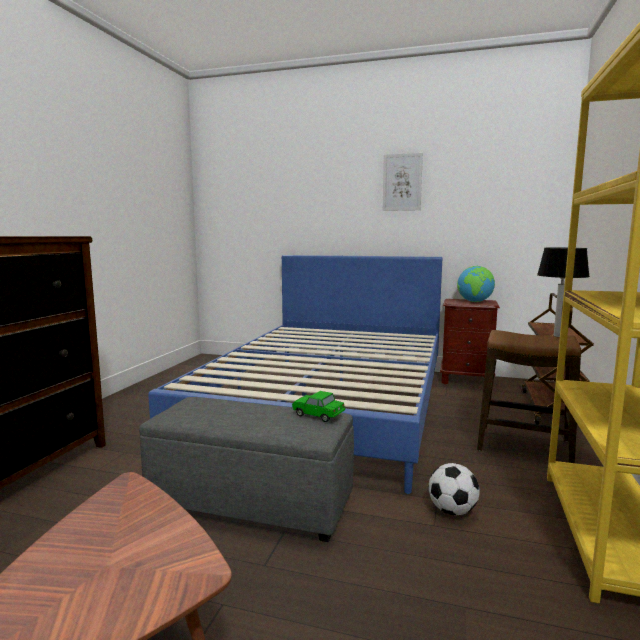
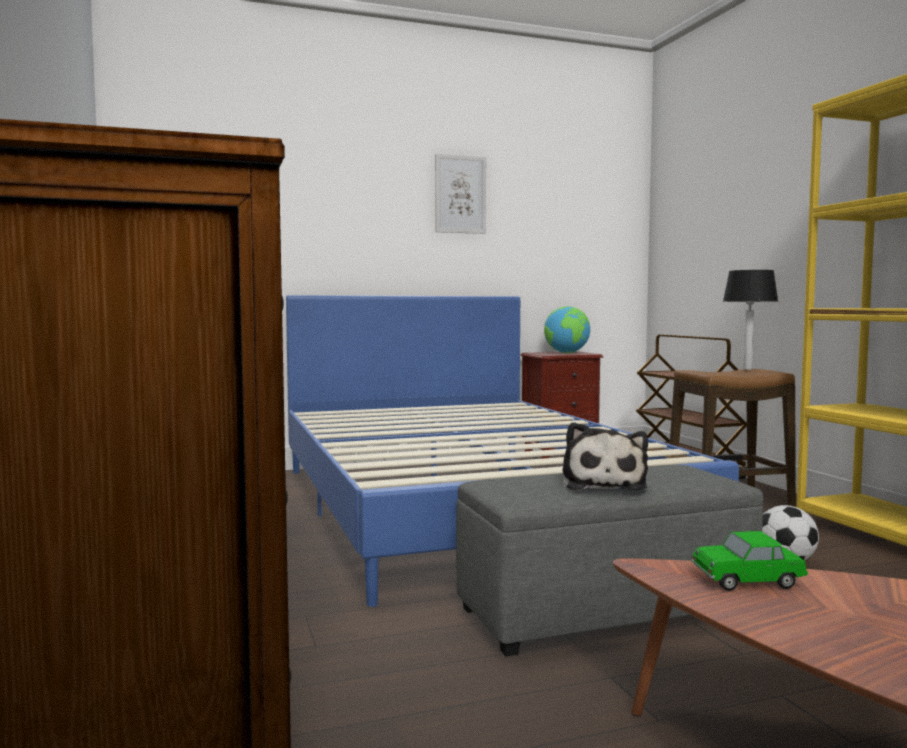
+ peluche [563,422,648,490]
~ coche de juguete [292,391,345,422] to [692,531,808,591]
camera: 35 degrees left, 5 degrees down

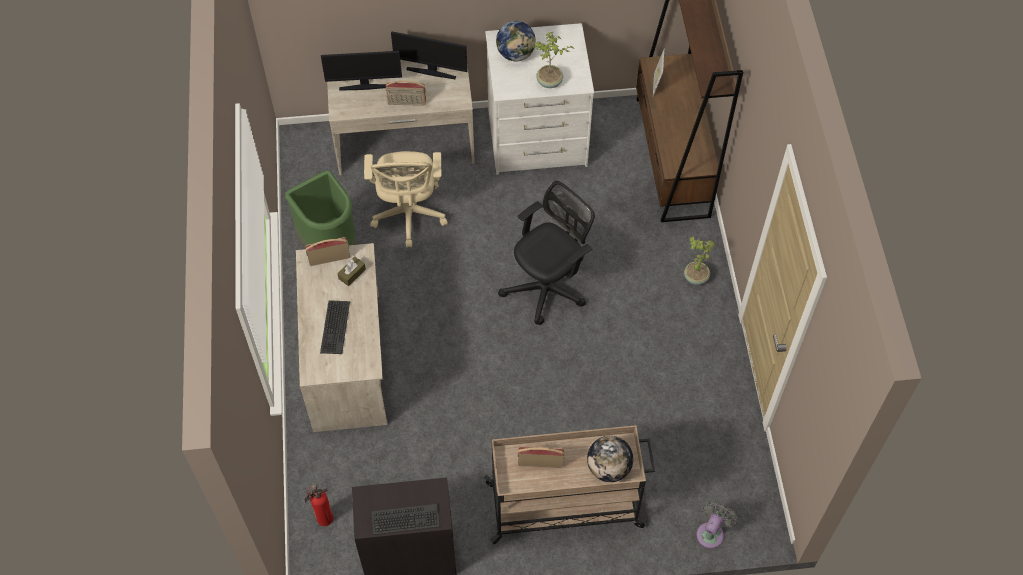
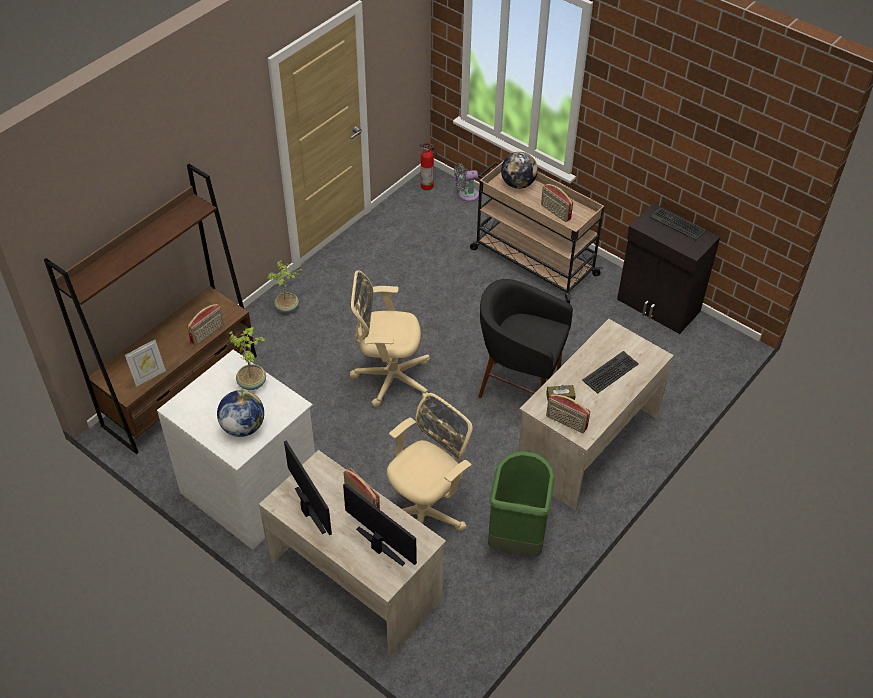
+ radio [187,304,224,345]
~ silla de oficina [negro] [498,181,595,325] to silla de oficina [beis] [350,270,430,407]
~ extintor [305,484,333,526] to [419,143,437,190]
+ taburete [negro] [478,279,573,398]
camera: 135 degrees left, 10 degrees down

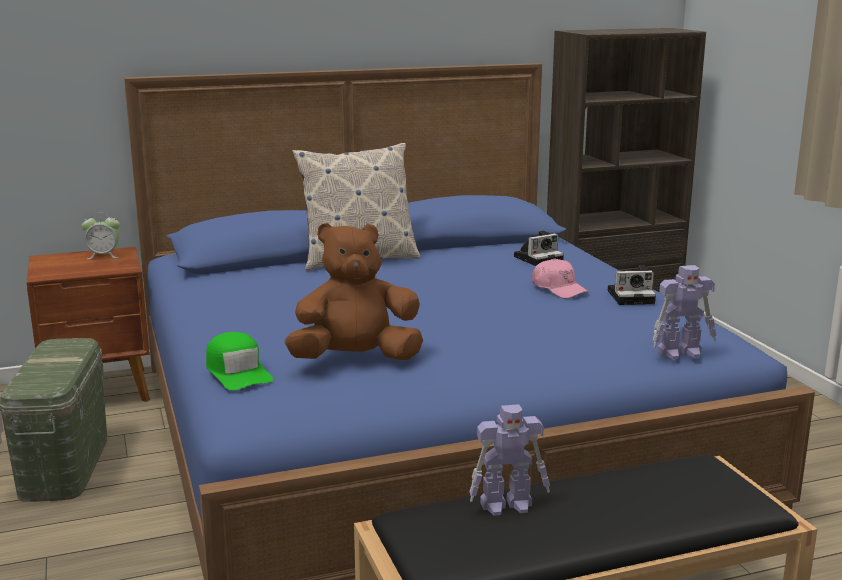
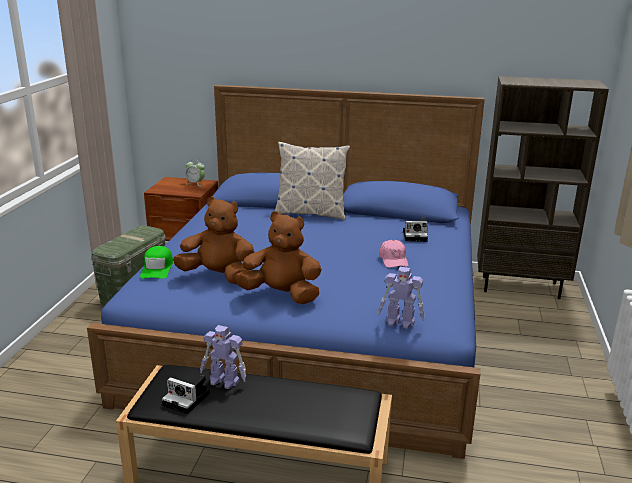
~ cámara [608,266,656,305] to [162,375,210,414]
+ peluche [marrón] [235,211,322,304]
camera: 30 degrees right, 5 degrees up

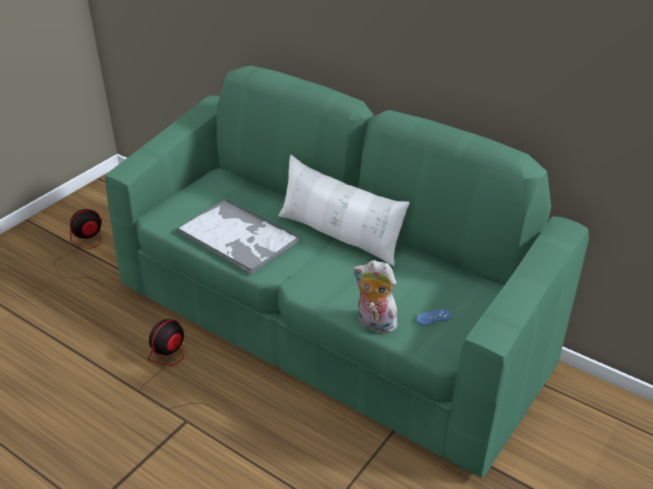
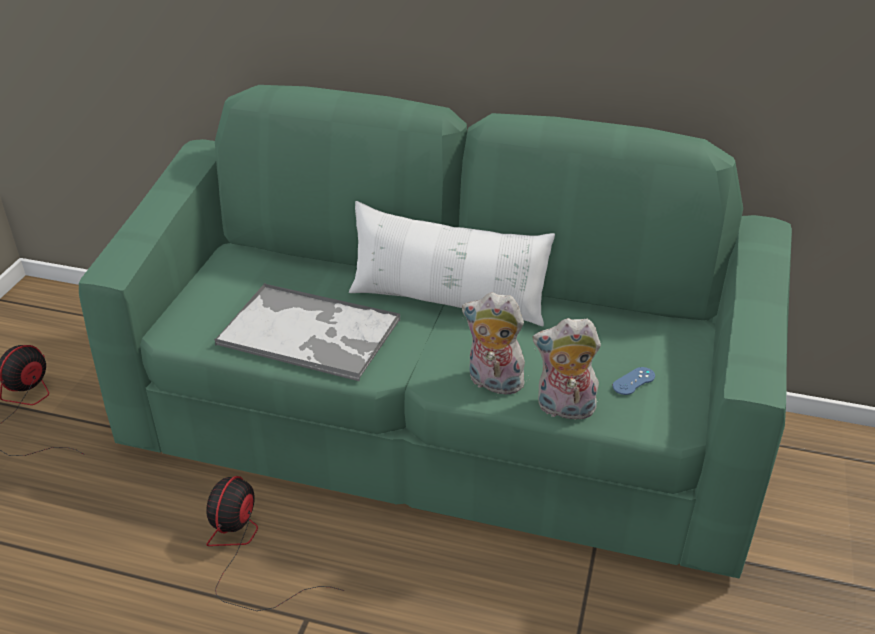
+ peluche [462,292,527,395]
camera: 20 degrees left, 0 degrees up

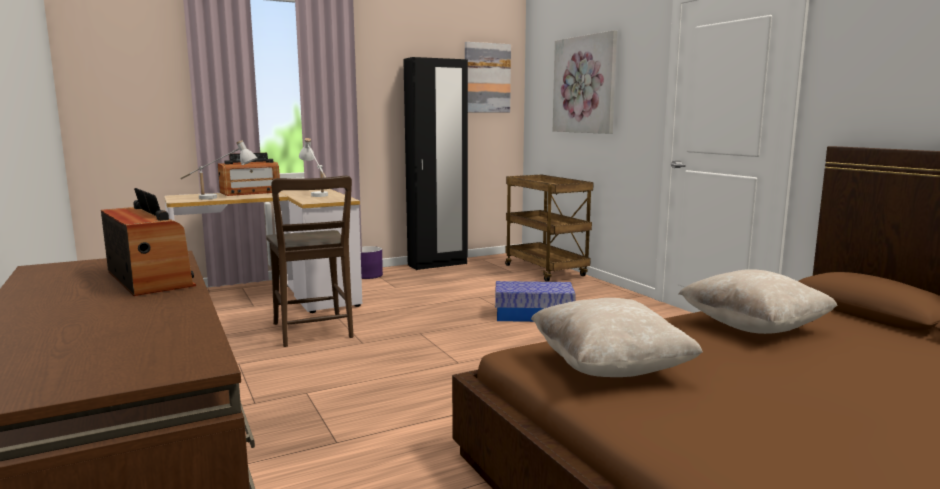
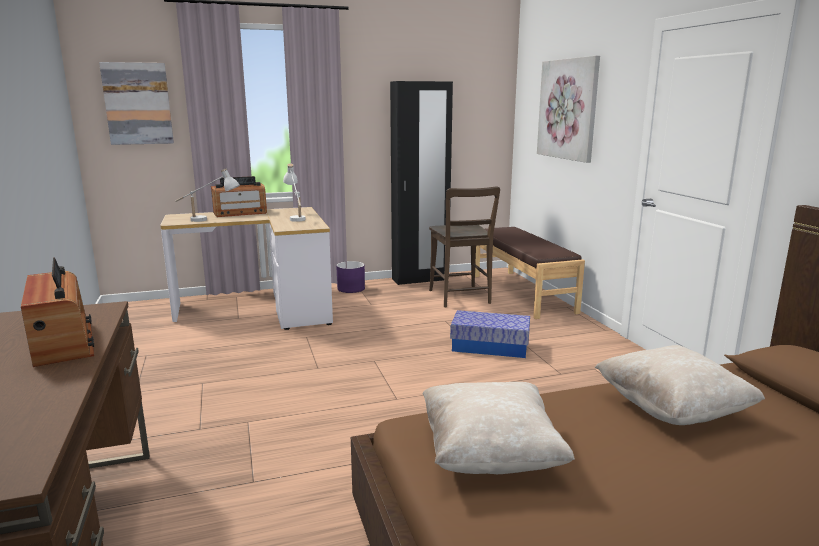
~ cuadro [465,42,511,112] to [99,62,174,145]
~ silla [marrón] [266,176,353,347] to [429,186,500,307]
~ carrito [marrón] [505,175,594,281] to banco [marrón] [475,227,585,319]
camera: 10 degrees right, 5 degrees up

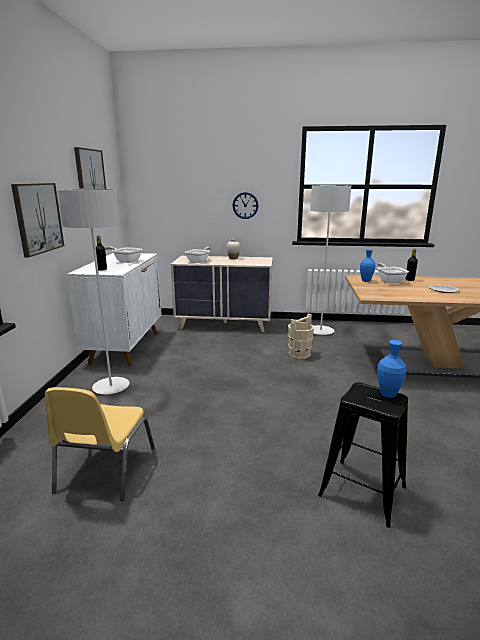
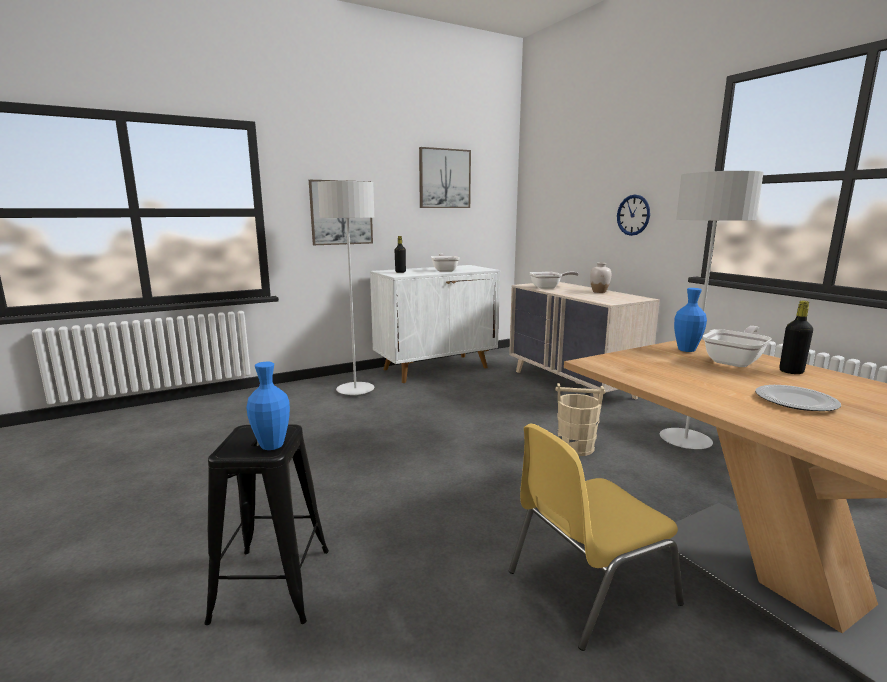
~ silla [amarillo] [45,387,155,501] to [509,424,684,651]
camera: 55 degrees right, 5 degrees down

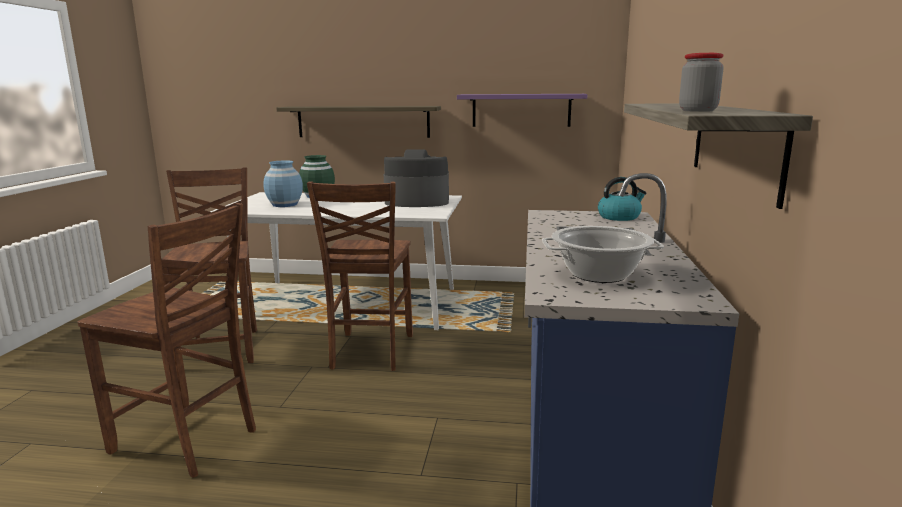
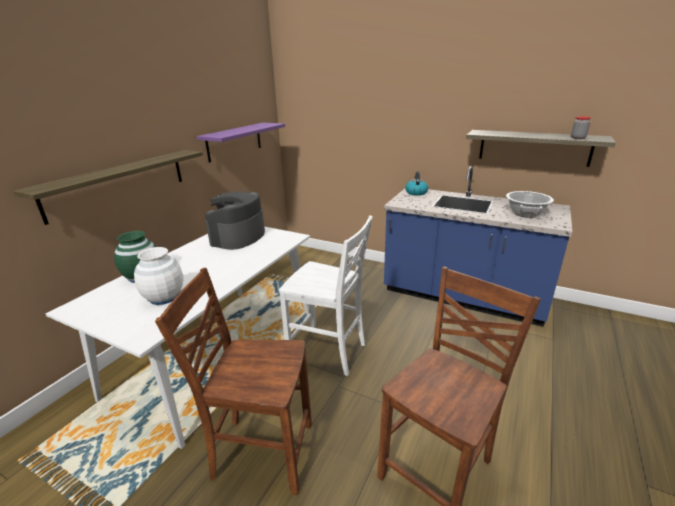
~ florero [azul] [263,160,303,207] to florero [blanco] [134,247,183,305]
~ silla [marrón] [307,181,413,371] to silla [blanco] [279,215,373,376]
camera: 70 degrees left, 10 degrees up

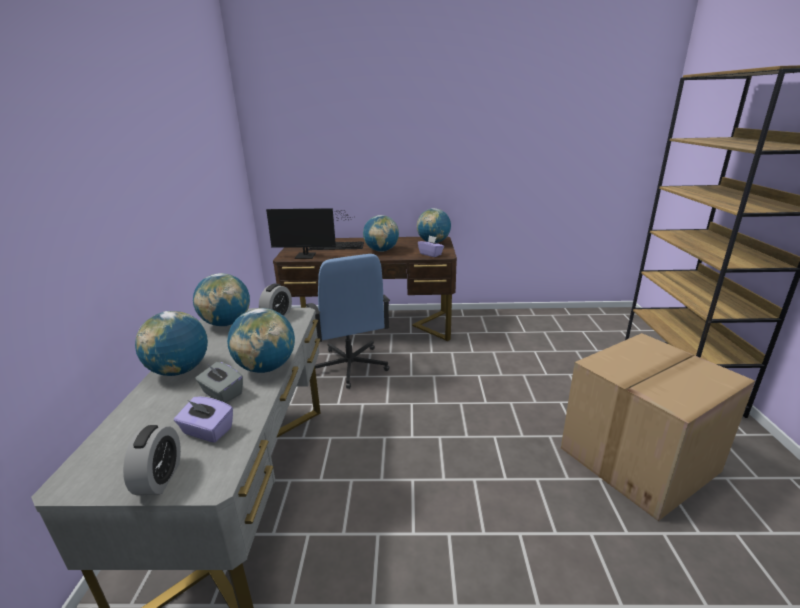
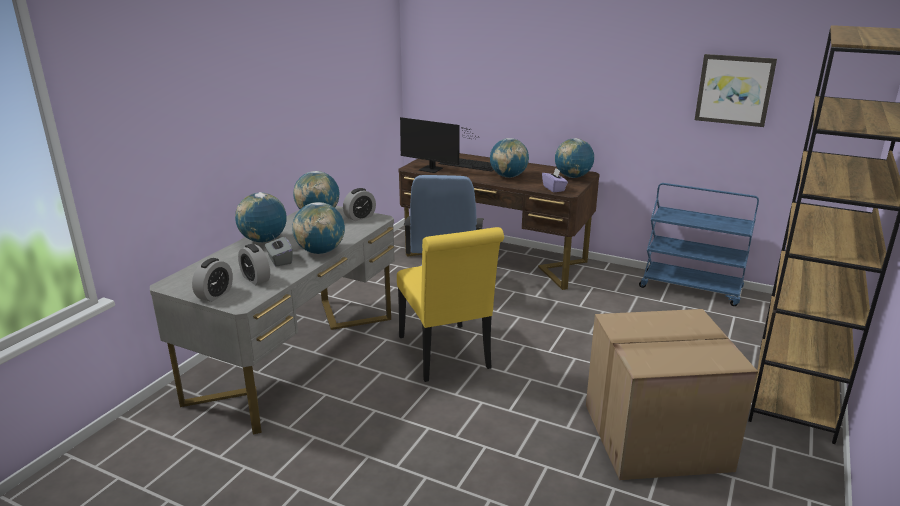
~ caja de pañuelos [morado] [174,396,233,442] to despertador [238,244,270,285]
+ silla [amarillo] [397,227,504,382]
+ carrito [azul] [639,183,759,306]
+ cuadro [695,54,777,127]
camera: 25 degrees right, 0 degrees up

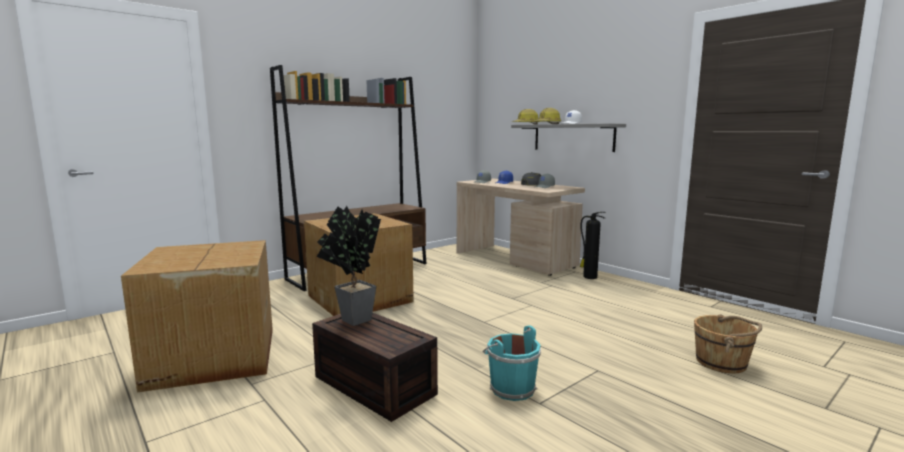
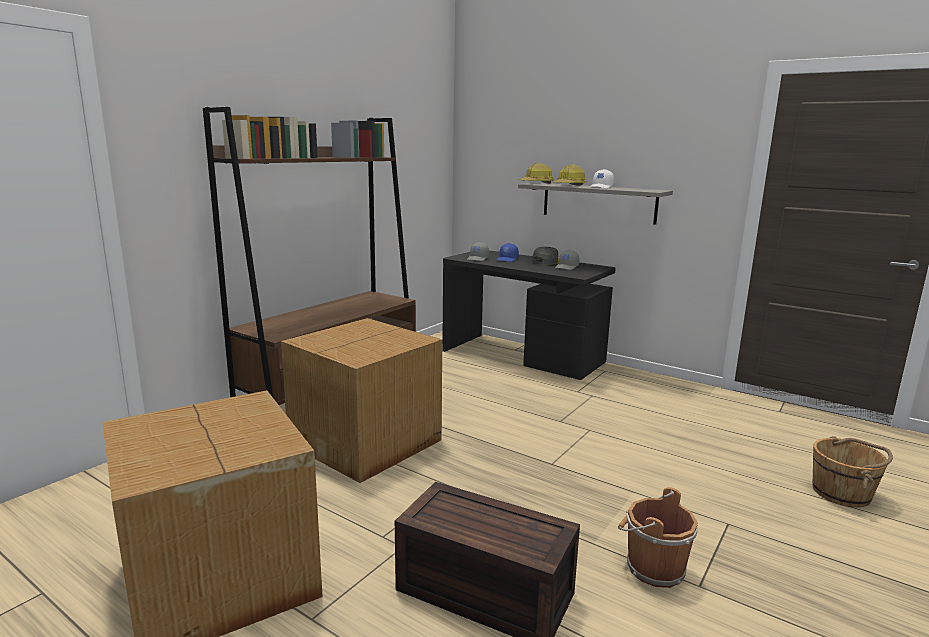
~ escritorio [beis] [457,179,585,276] to escritorio [negro] [442,250,616,380]
~ cubo [turquesa] [483,325,541,401] to cubo [marrón] [618,487,698,588]
- planta en maceta [317,206,381,326]
- extintor [580,212,606,279]
camera: 15 degrees left, 5 degrees up

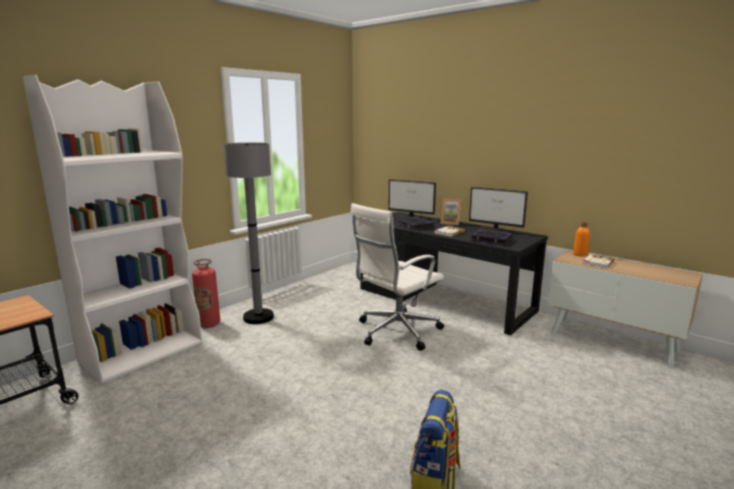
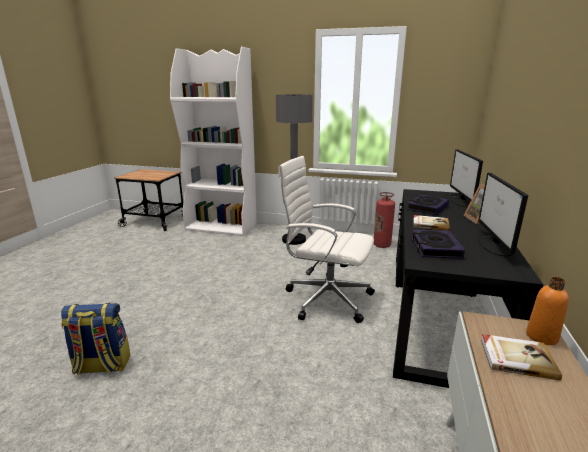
~ extintor [192,259,220,328] to [374,192,395,248]
camera: 65 degrees right, 5 degrees up

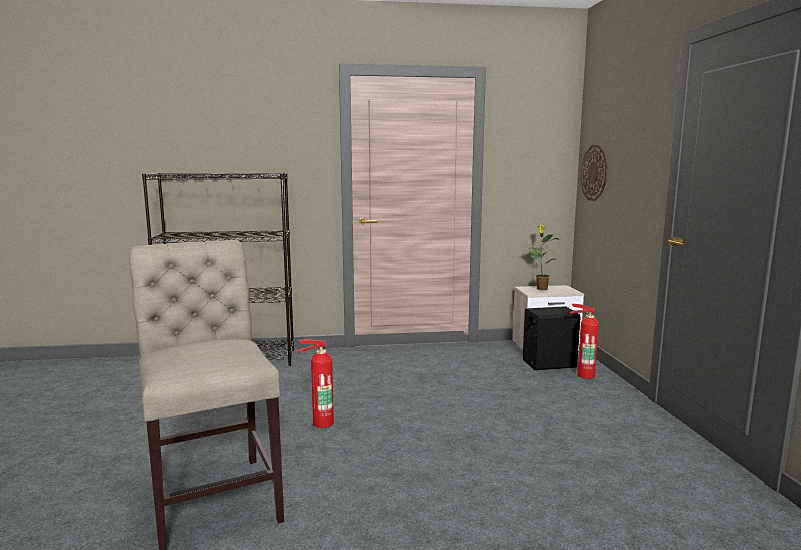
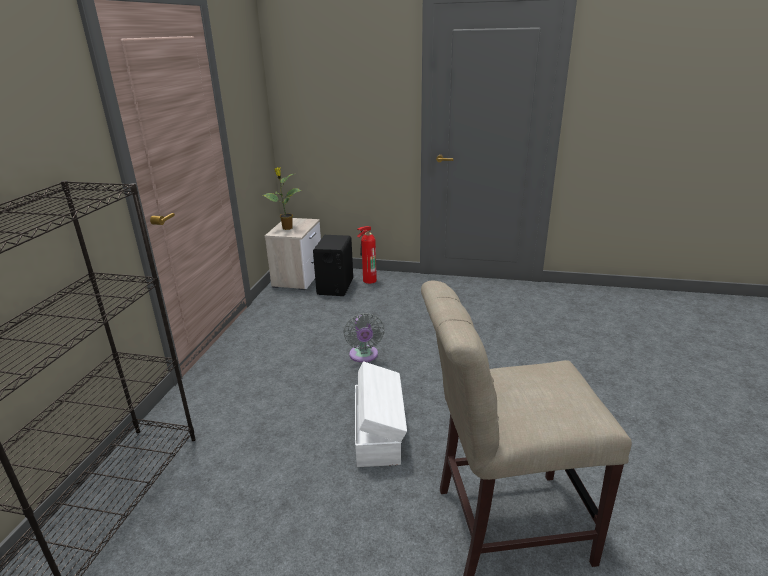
+ ventilador [gris] [344,313,385,362]
~ extintor [297,339,334,428] to caja de almacenaje [blanco] [355,361,407,467]
- reloj de pared [580,145,608,201]
camera: 70 degrees left, 15 degrees up

